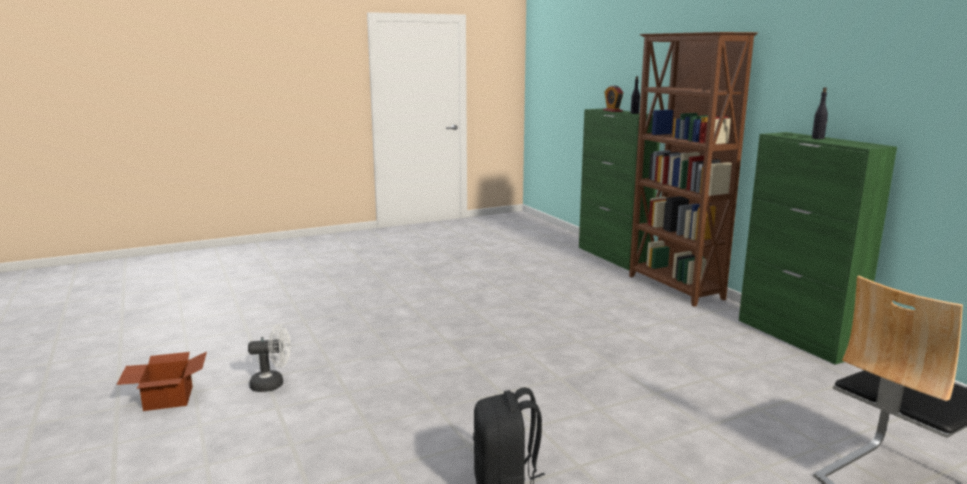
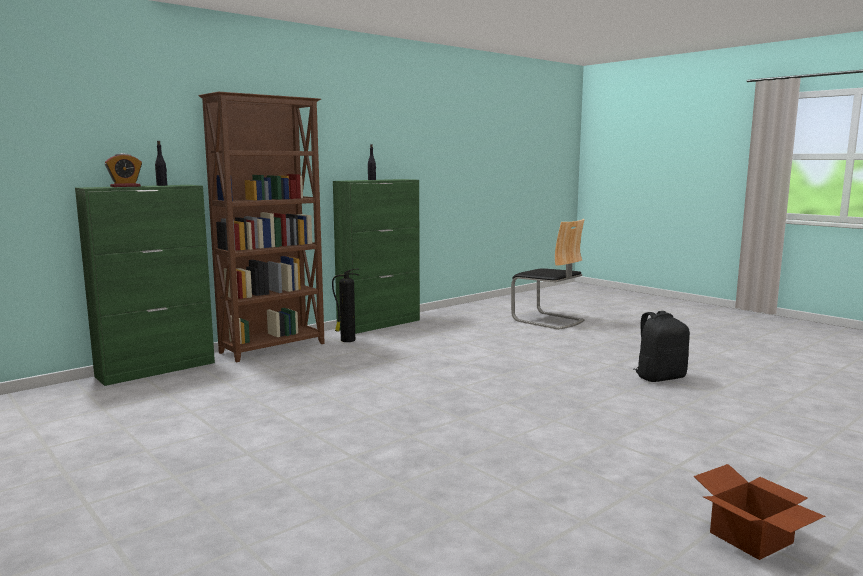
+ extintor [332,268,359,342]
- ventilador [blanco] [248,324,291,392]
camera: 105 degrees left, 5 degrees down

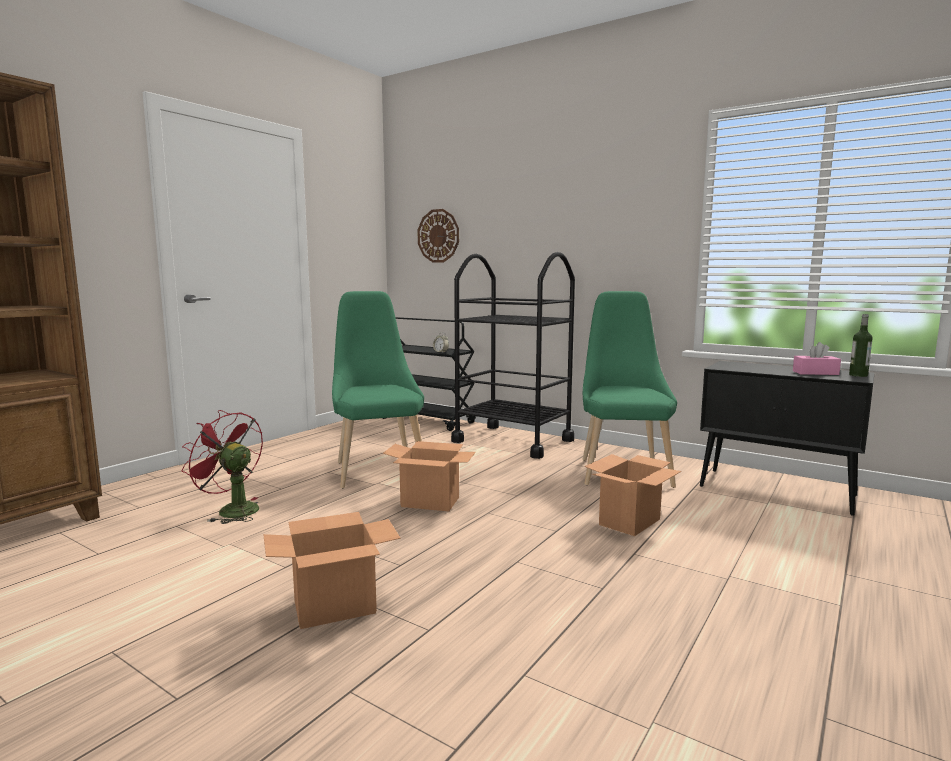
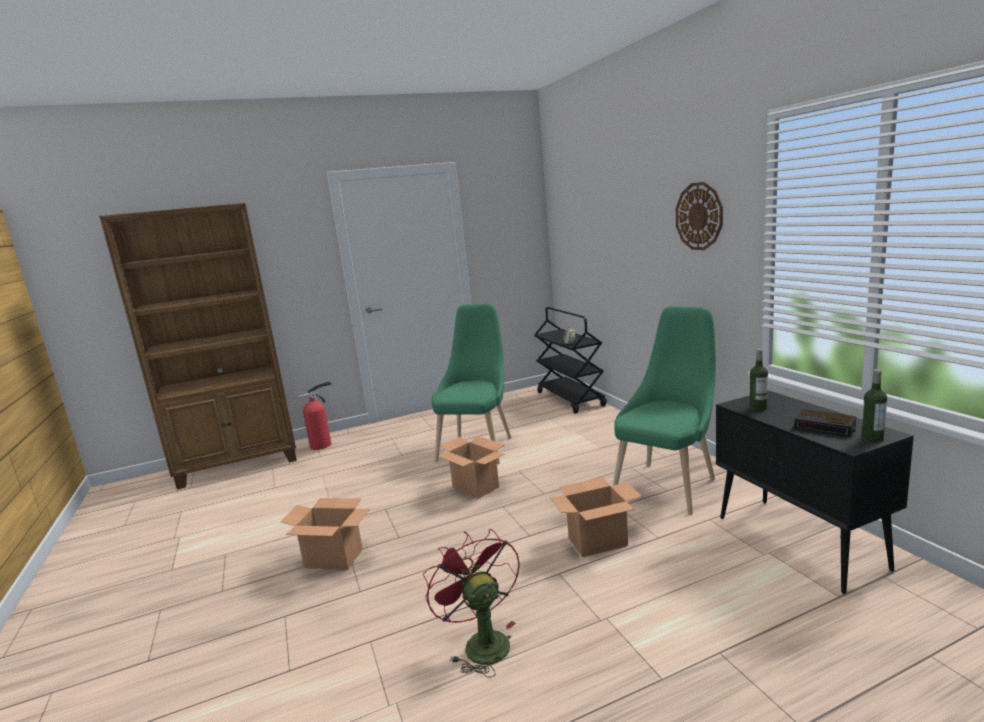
+ extintor [298,381,332,450]
~ ventilador [rojo] [182,410,263,524] to [423,529,520,678]
~ reloj de pared [418,209,459,263] to [676,182,723,250]
+ botella [749,349,768,411]
~ caja de pañuelos [rosa] [793,342,841,375] to despertador [794,409,856,437]
- carrito [negro] [451,252,575,459]
camera: 35 degrees right, 5 degrees up

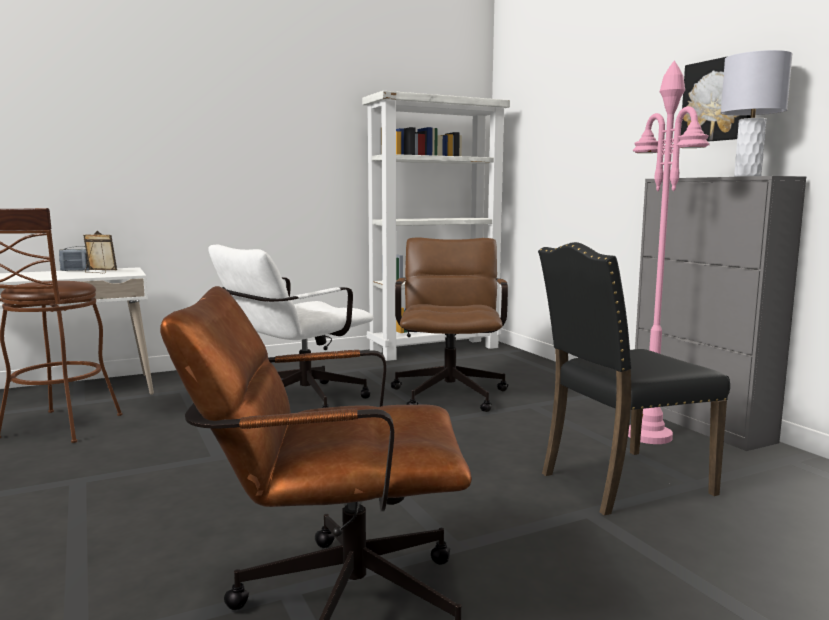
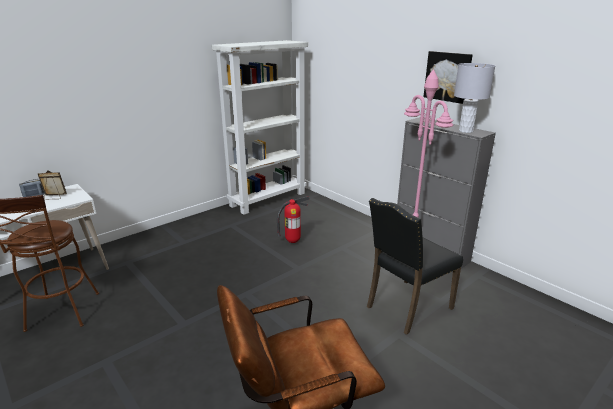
~ silla de oficina [marrón] [390,237,508,412] to extintor [277,196,309,243]
- silla de oficina [blanco] [208,245,374,408]
camera: 15 degrees left, 15 degrees up

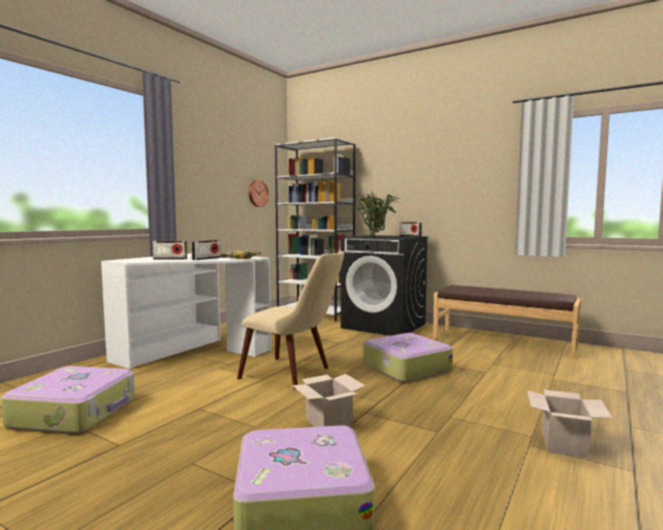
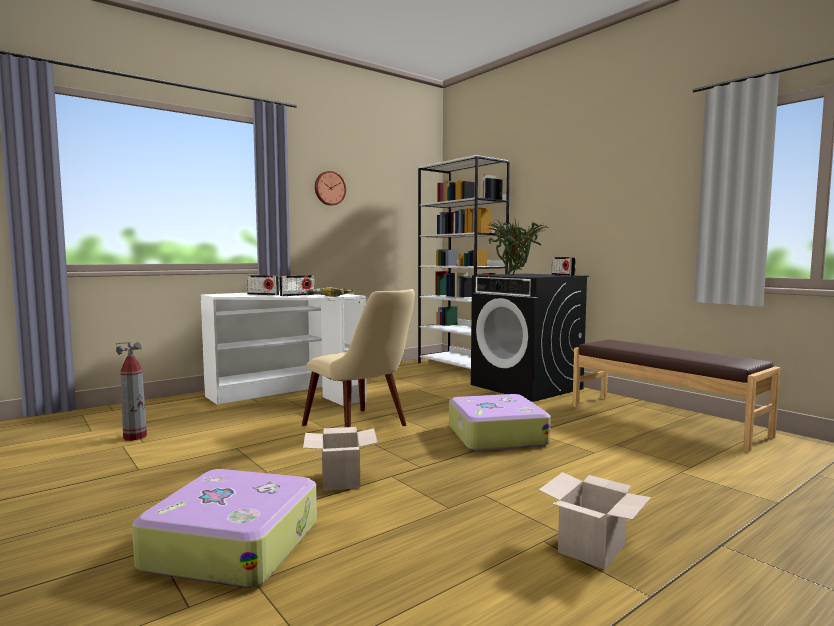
~ maleta [1,366,135,434] to extintor [116,342,147,441]
~ reloj de pared [249,180,269,207] to [315,171,346,206]
camera: 20 degrees right, 0 degrees up

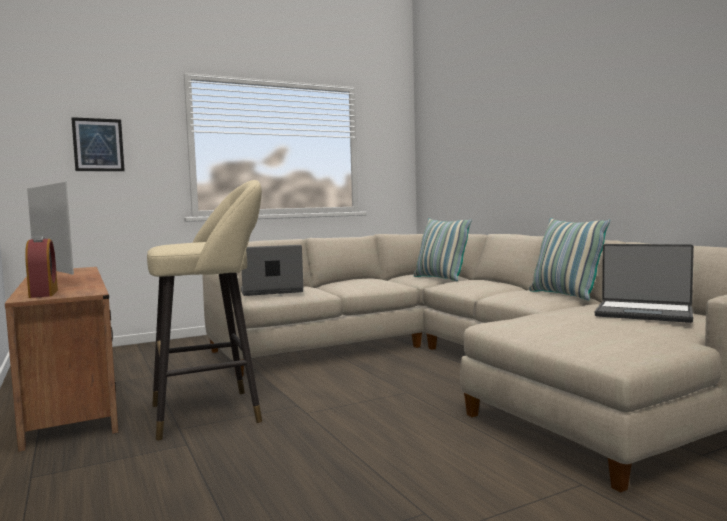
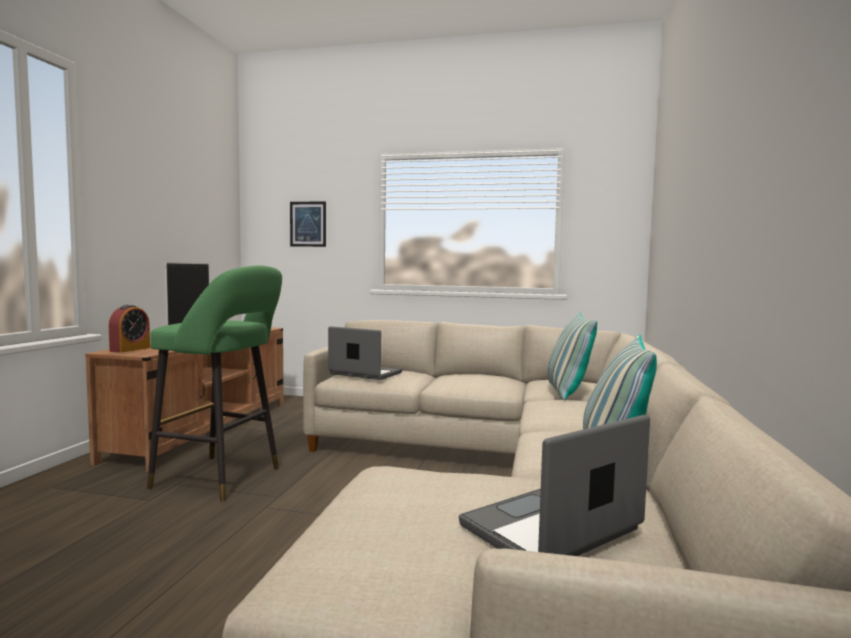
~ taburete [beis] [147,180,262,440] to taburete [verde] [147,266,282,502]
~ portátil [595,244,694,323] = [459,415,650,556] 75 degrees clockwise
camera: 40 degrees right, 0 degrees up

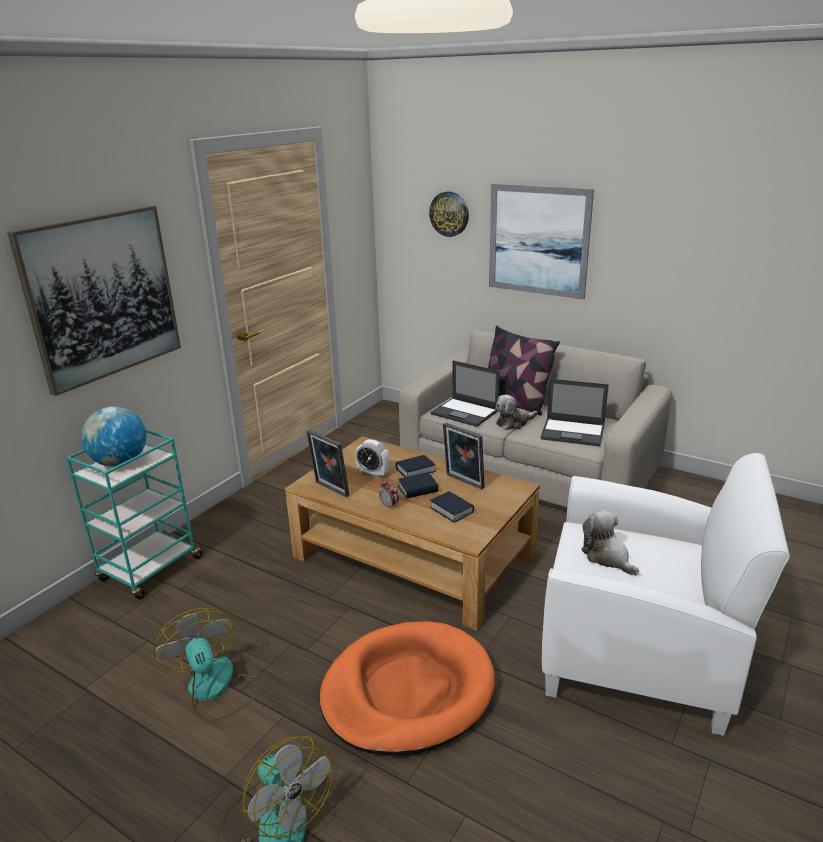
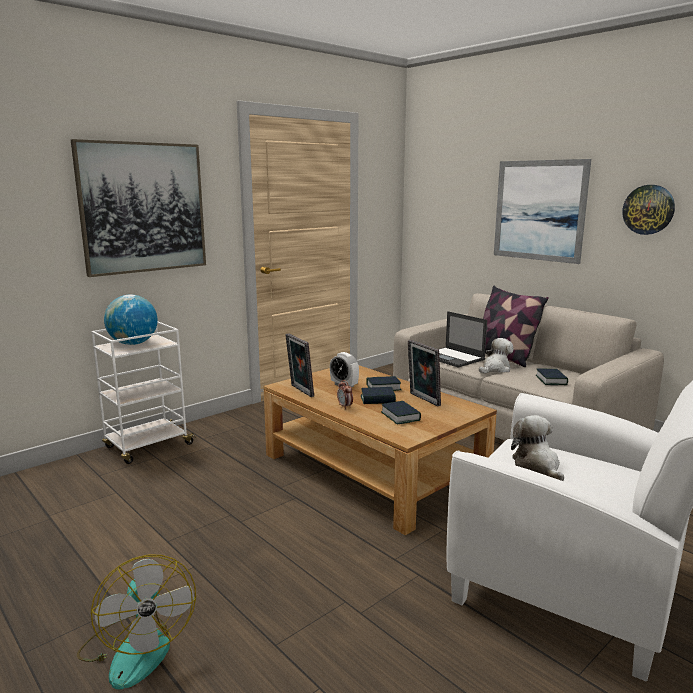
~ carrito [turquesa] [66,430,205,599] to carrito [blanco] [91,322,197,464]
~ peluche [496,395,537,430] = [479,338,513,374] 150 degrees clockwise
~ portátil [540,379,609,447] to libro [536,369,568,385]
~ reloj de pared [429,191,469,237] to [622,185,675,235]
- ventilador [153,608,264,721]
- cama para perro [naranja] [320,621,495,756]
camera: 15 degrees right, 10 degrees down

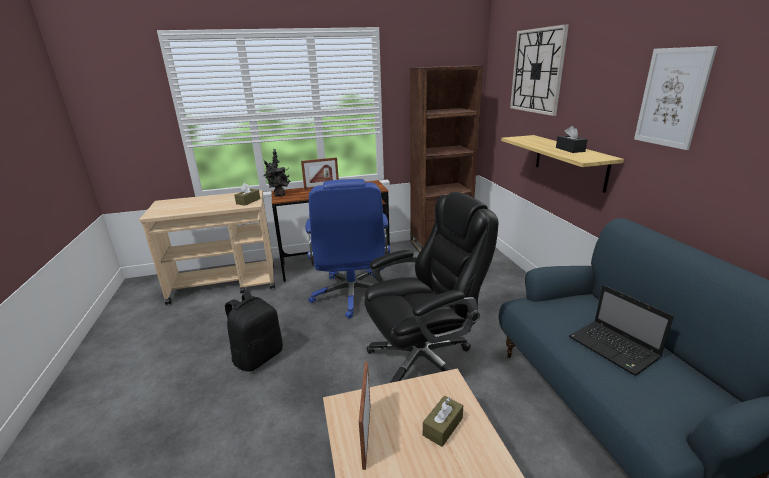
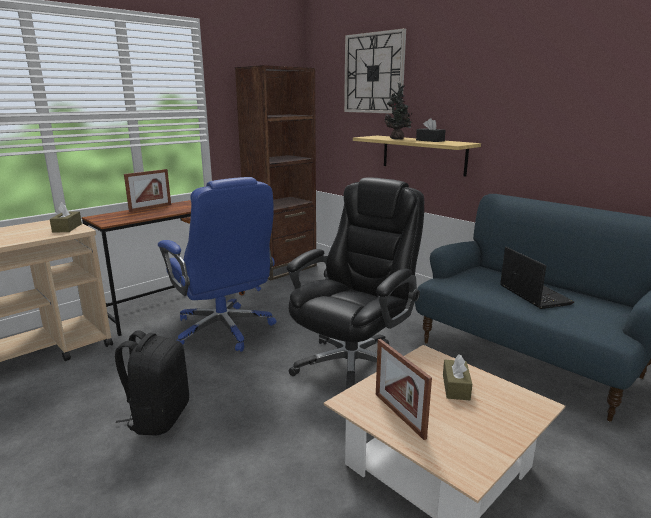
~ planta en maceta [263,149,291,197] to [384,83,413,139]
~ portátil [569,285,674,376] = [500,247,574,309] 135 degrees counterclockwise
- cuadro [634,46,717,150]
camera: 30 degrees left, 5 degrees down

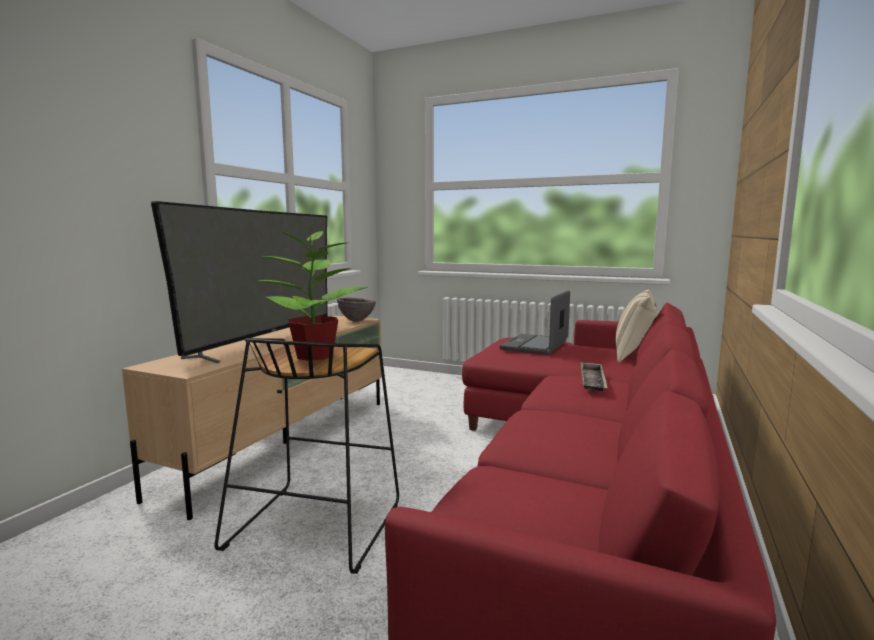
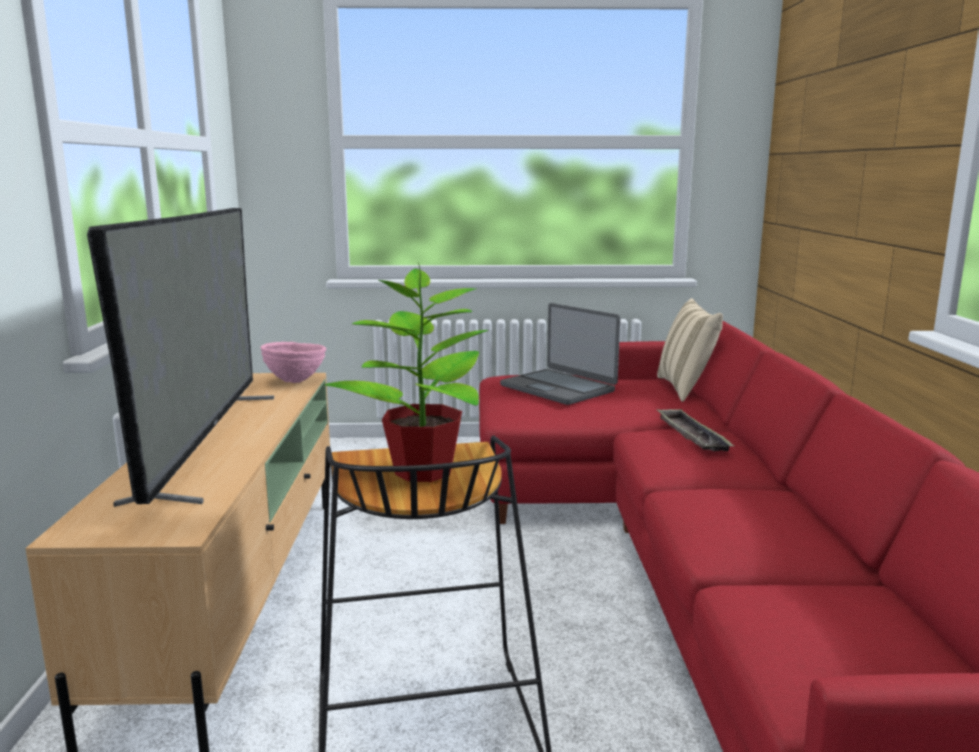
~ cuenco [marrón] [337,298,376,322] to cuenco [rosa] [261,342,326,383]
~ portátil [499,290,570,355] = [500,303,620,405] 45 degrees counterclockwise
camera: 25 degrees left, 5 degrees up

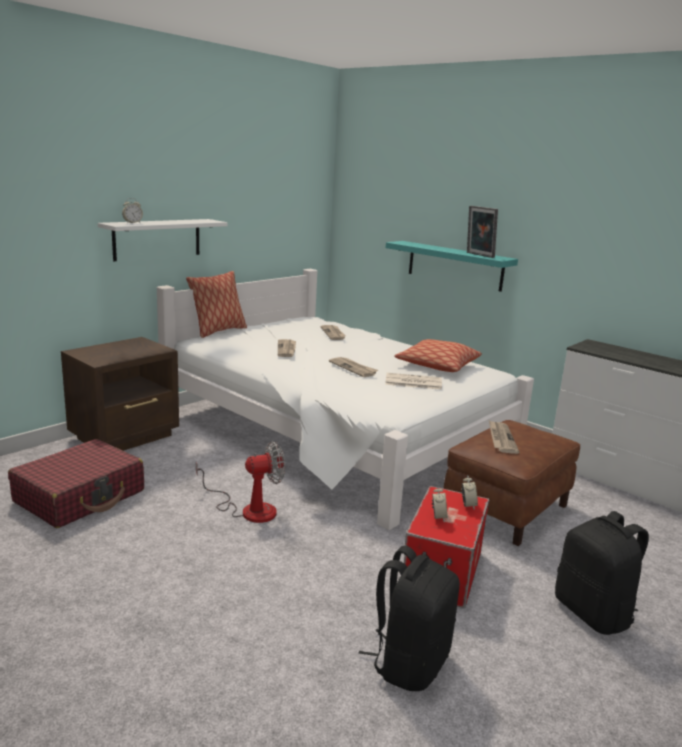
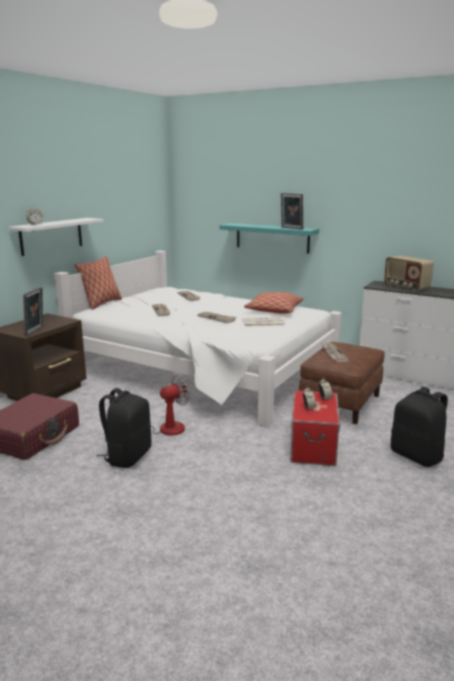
+ portarretratos [23,287,43,336]
~ mochila [negro] [359,545,460,691] to [97,388,151,468]
+ radio [384,255,434,292]
camera: 10 degrees left, 0 degrees up

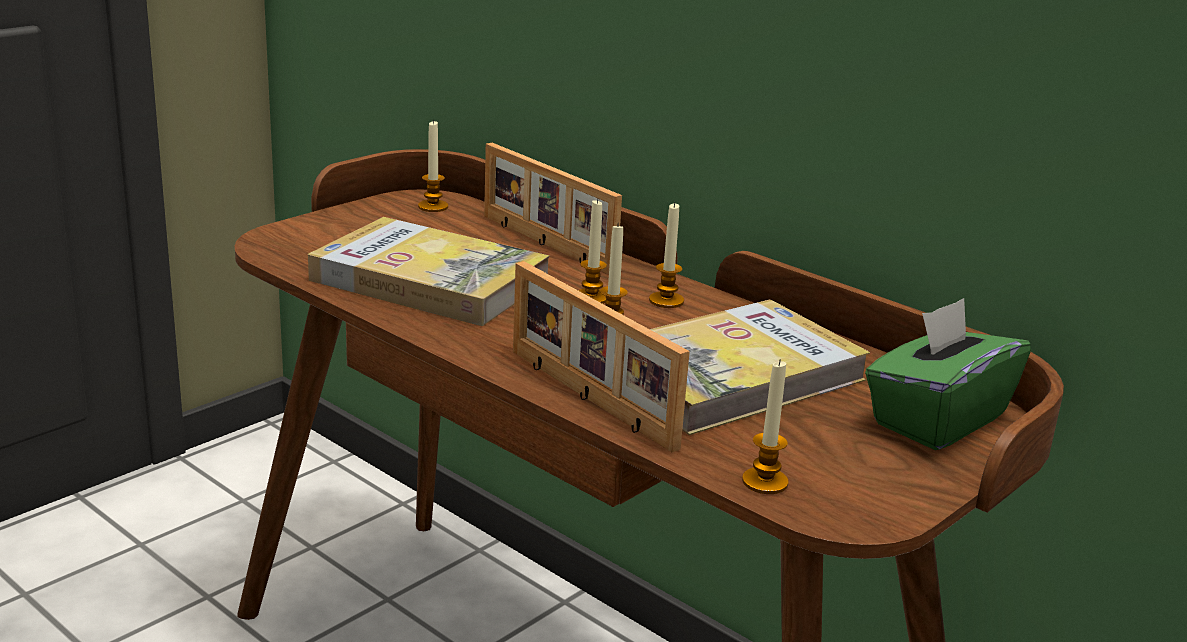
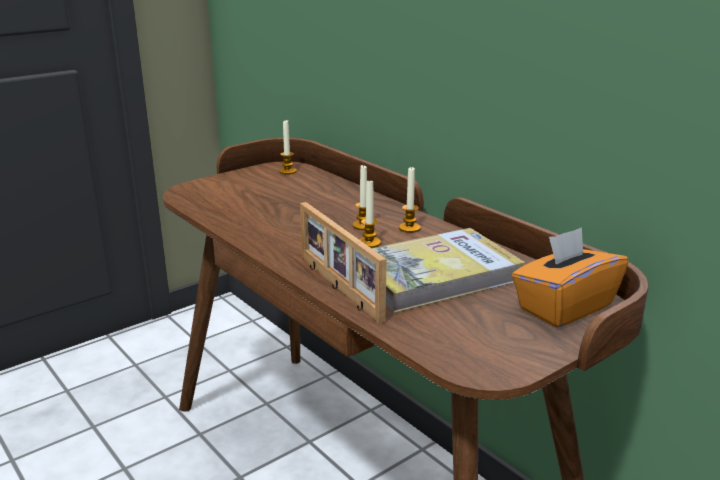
~ caja de pañuelos [verde] [865,298,1031,450] to caja de pañuelos [naranja] [512,227,628,328]
- libro [308,217,550,326]
- portarretratos [484,143,622,275]
- vela [742,359,789,494]
camera: 10 degrees right, 0 degrees up

